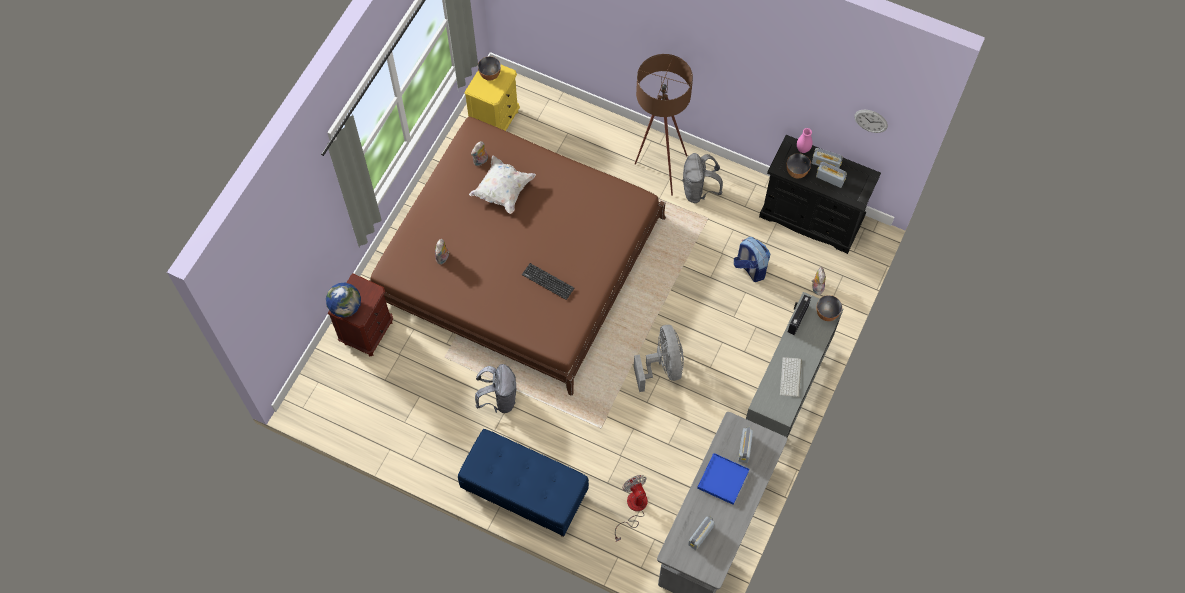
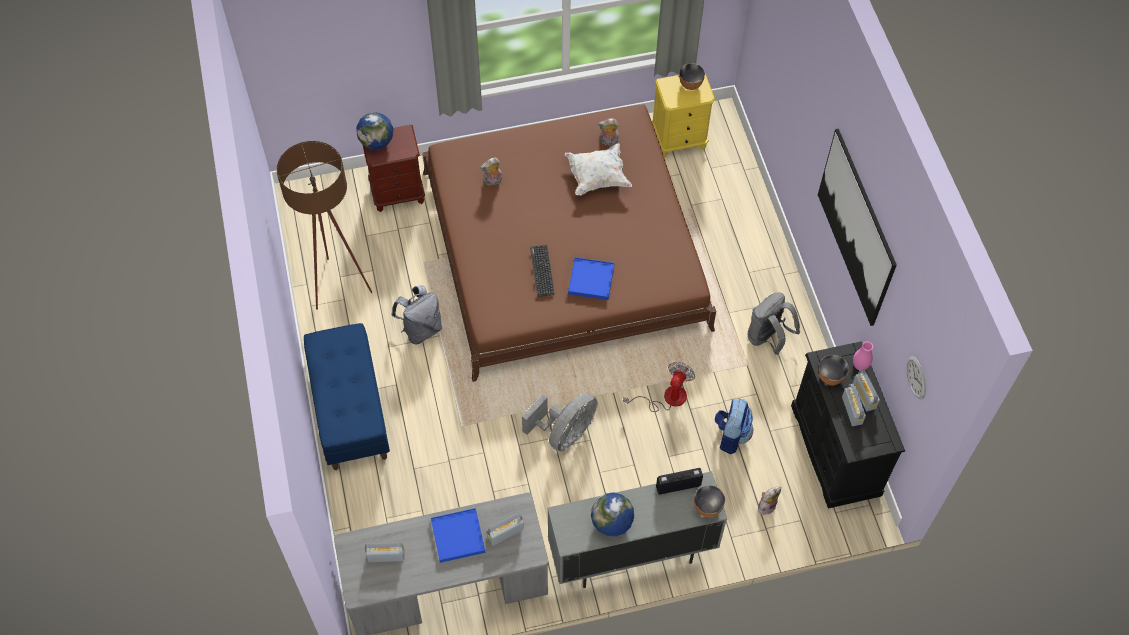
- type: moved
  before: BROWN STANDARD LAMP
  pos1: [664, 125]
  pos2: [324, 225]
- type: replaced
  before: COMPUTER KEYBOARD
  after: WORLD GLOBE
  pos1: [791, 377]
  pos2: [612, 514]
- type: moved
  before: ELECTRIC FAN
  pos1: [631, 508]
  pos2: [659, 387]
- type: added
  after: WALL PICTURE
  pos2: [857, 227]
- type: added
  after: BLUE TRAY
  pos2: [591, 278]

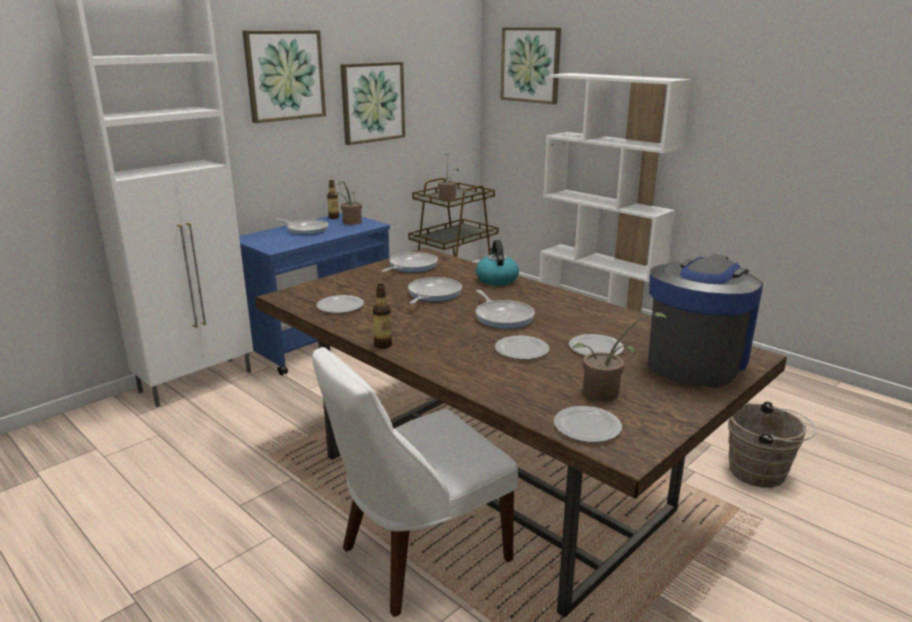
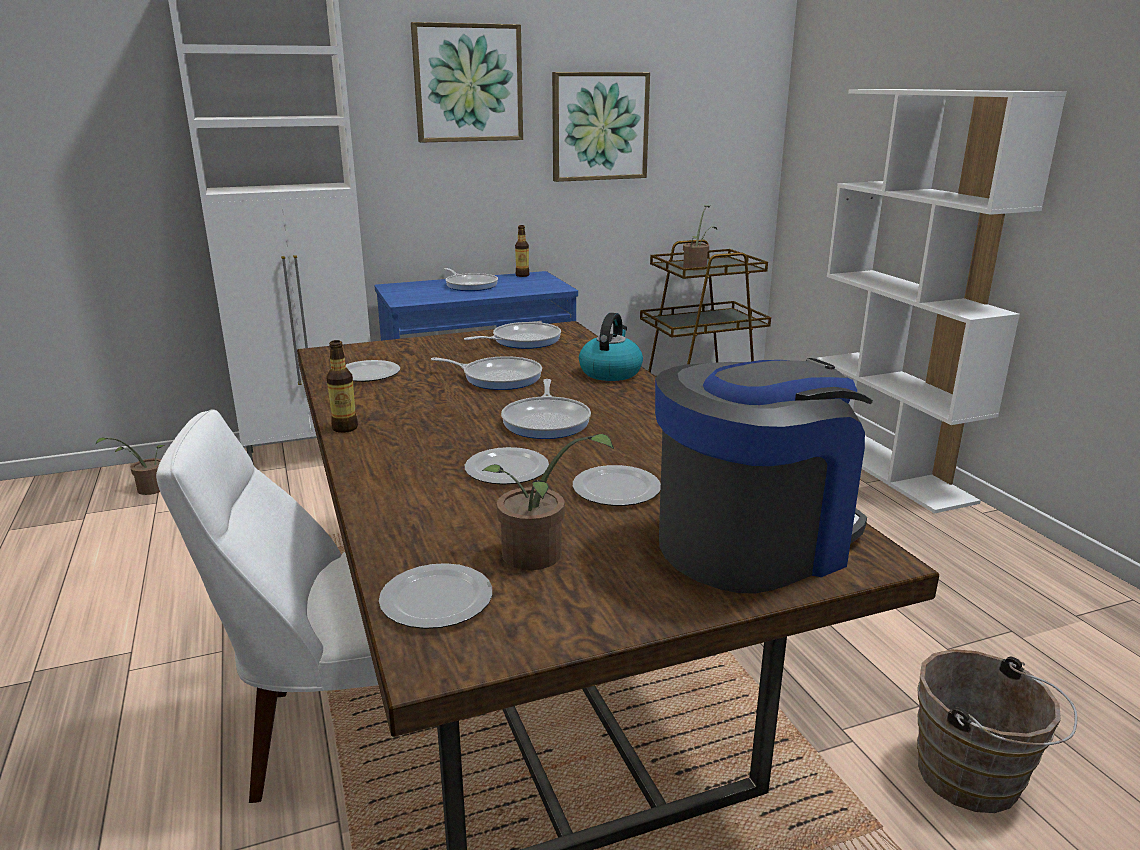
- type: removed
  before: WALL PICTURE
  pos1: [530, 66]
- type: moved
  before: PLANT IN A POT
  pos1: [348, 203]
  pos2: [130, 466]
- type: turned
  before: FRYING PAN
  pos1: [435, 290]
  pos2: [486, 373]
  turn: 60

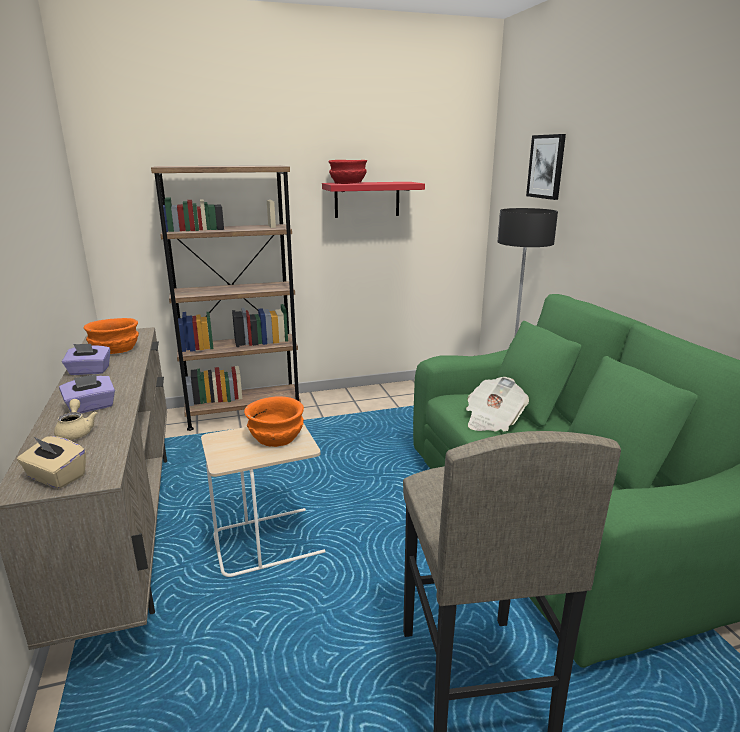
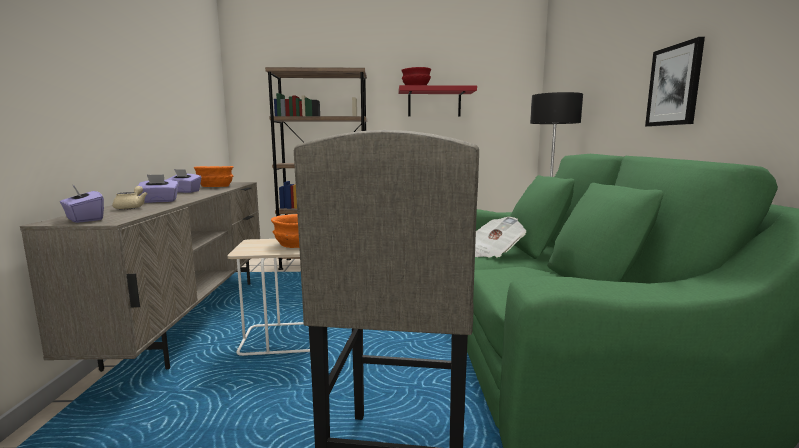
- type: moved
  before: WALL PICTURE
  pos1: [546, 167]
  pos2: [675, 82]
- type: recoloured
  before: SAND-COLOURED TISSUE HOLDER
  after: PURPLE-COLOURED TISSUE HOLDER
  pos1: [51, 462]
  pos2: [82, 204]

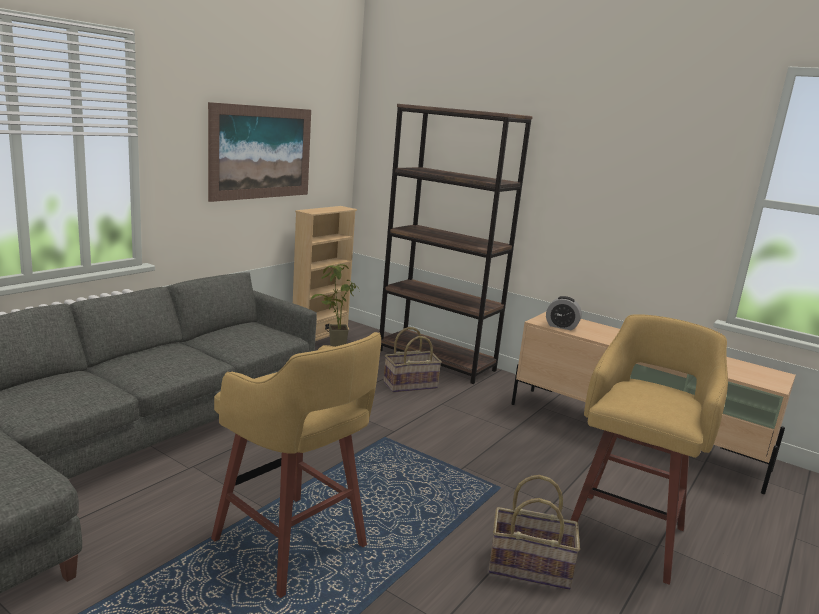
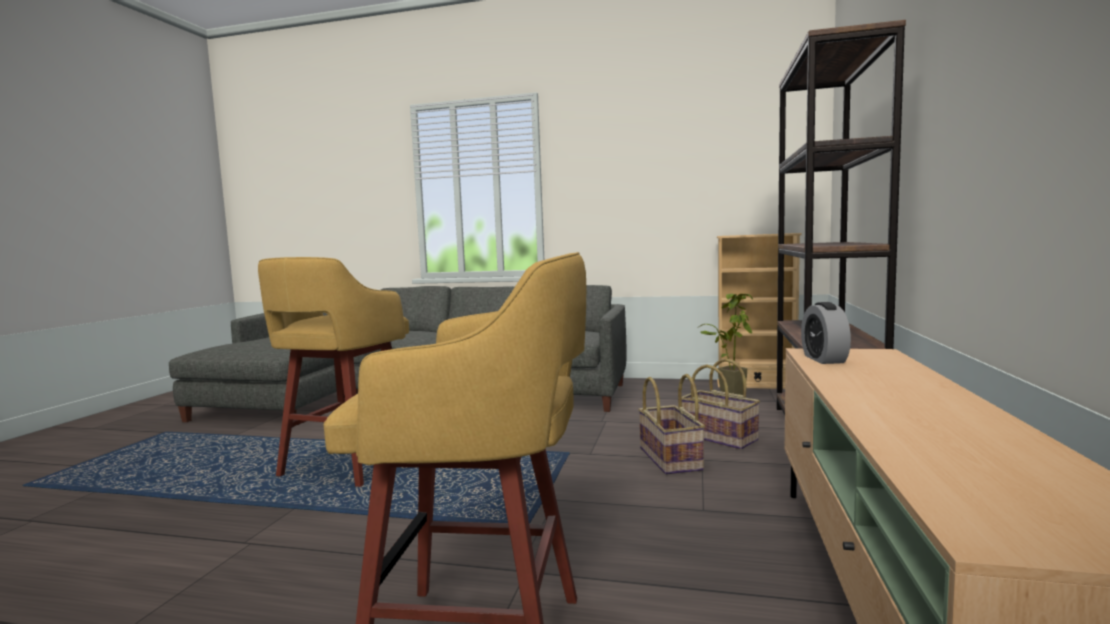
- type: removed
  before: WALL PICTURE
  pos1: [259, 152]
- type: moved
  before: STORAGE BASKET
  pos1: [534, 532]
  pos2: [671, 424]

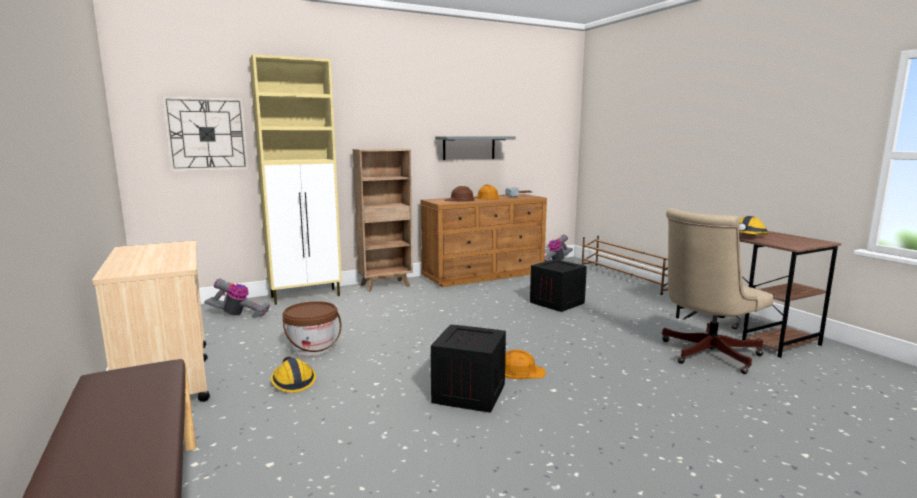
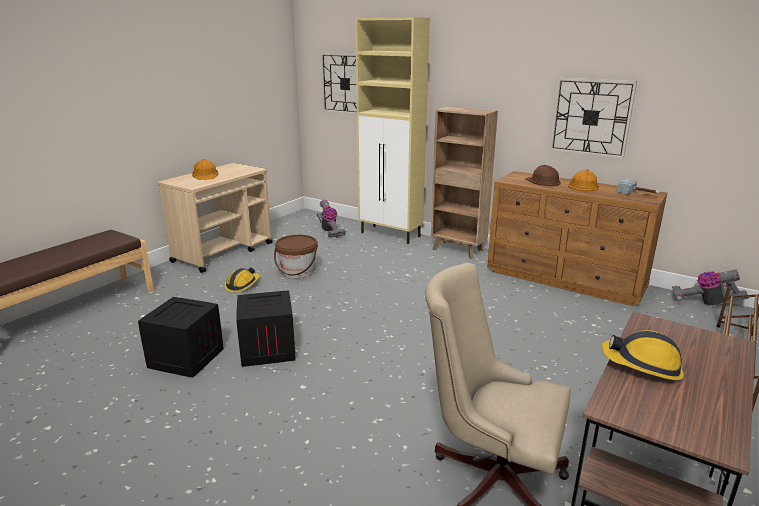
- type: replaced
  before: GRAY SHELF
  after: HANGING CLOCK
  pos1: [475, 148]
  pos2: [593, 118]
- type: moved
  before: SHIPPING CRATE
  pos1: [558, 285]
  pos2: [181, 337]
- type: moved
  before: ORANGE WORK HELMET
  pos1: [525, 364]
  pos2: [205, 169]

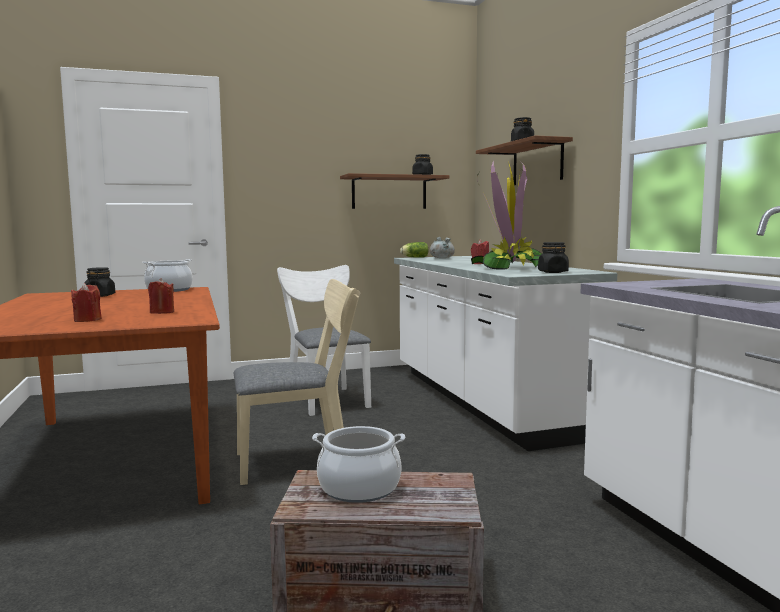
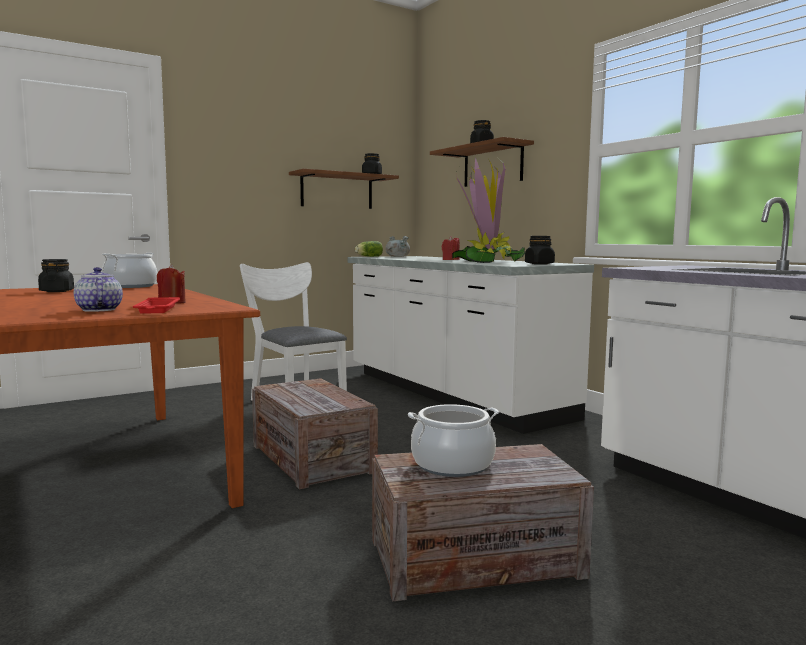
- type: replaced
  before: SAND-COLOURED PLAIN CHAIR
  after: SHIPPING CRATE
  pos1: [297, 382]
  pos2: [315, 434]
- type: replaced
  before: REDDISH WAX LIGHT
  after: TEA POT
  pos1: [86, 302]
  pos2: [98, 289]
- type: added
  after: REDDISH TRAY
  pos2: [156, 305]

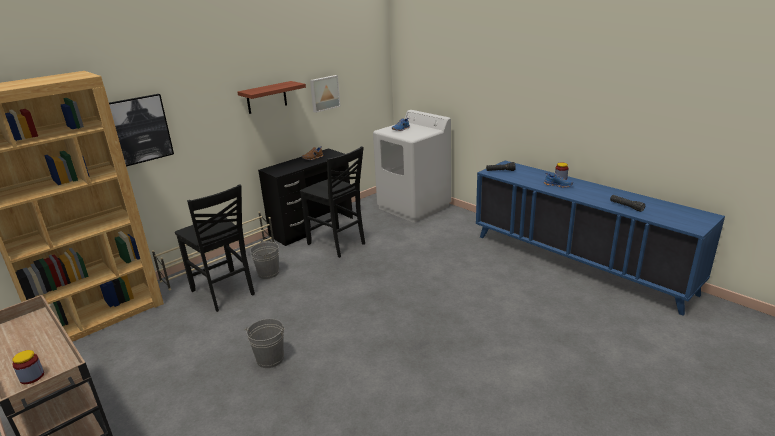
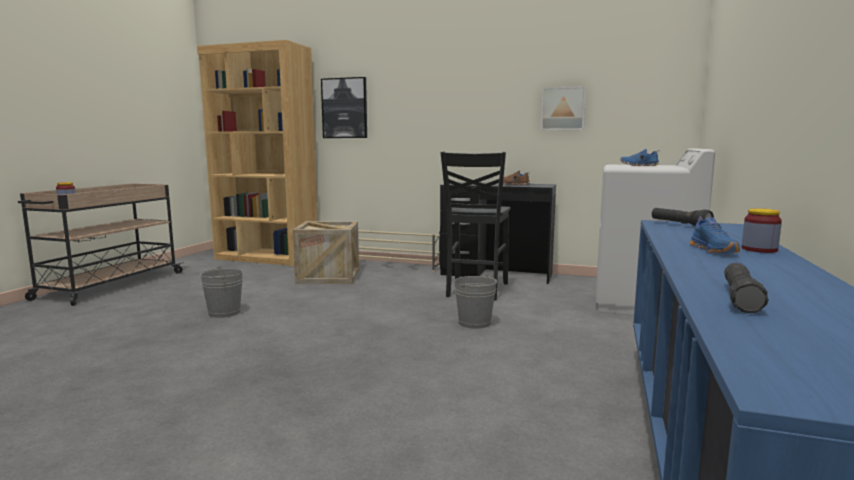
- type: removed
  before: SHELF
  pos1: [271, 97]
- type: replaced
  before: BLACK PLAIN CHAIR
  after: SHIPPING CRATE
  pos1: [215, 248]
  pos2: [325, 252]
- type: moved
  before: GRAY PAIL
  pos1: [264, 259]
  pos2: [475, 301]

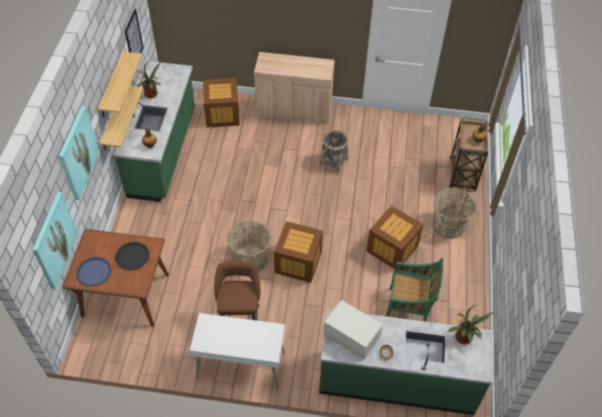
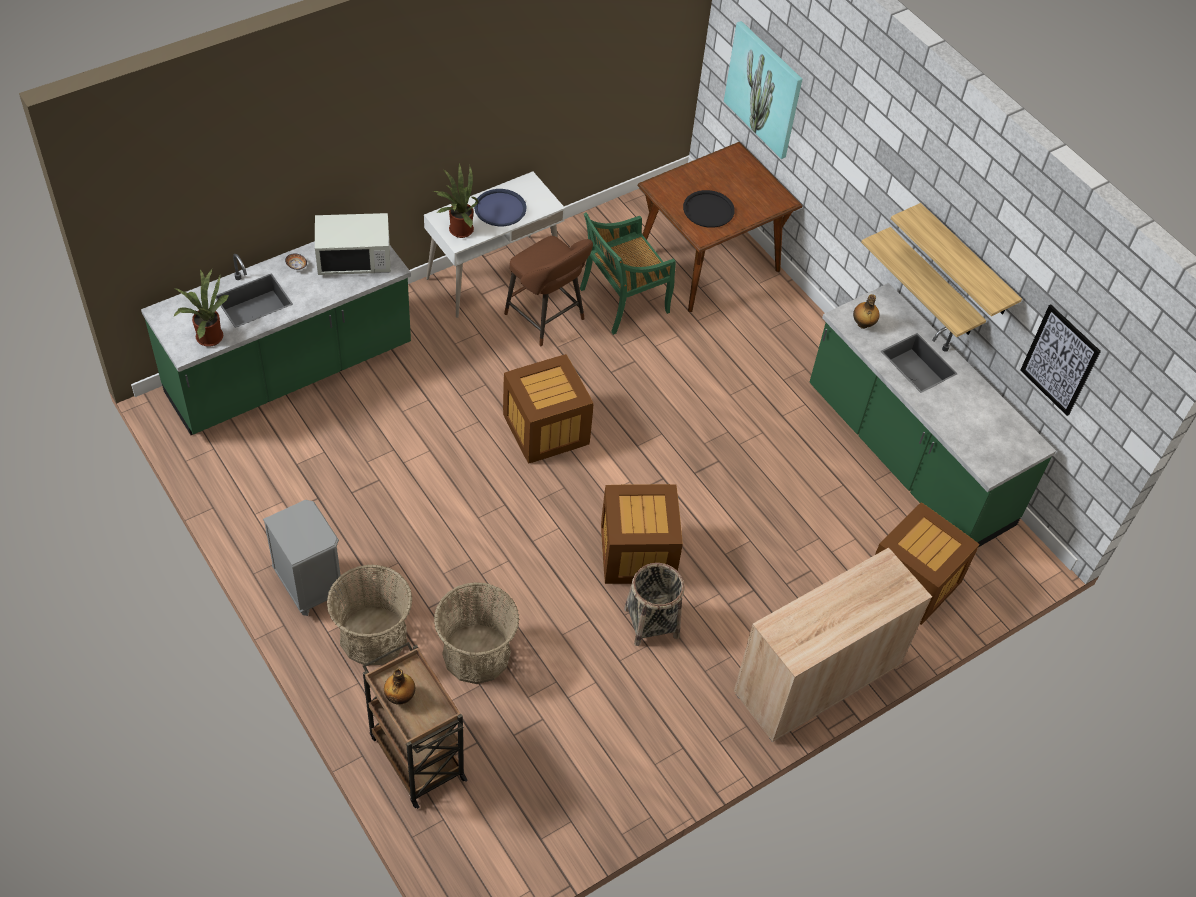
- type: moved
  before: PLANT IN A POT
  pos1: [149, 79]
  pos2: [455, 200]
- type: removed
  before: WALL PICTURE
  pos1: [79, 153]
- type: moved
  before: SHIPPING CRATE
  pos1: [394, 237]
  pos2: [642, 534]
- type: moved
  before: STORAGE BASKET
  pos1: [249, 246]
  pos2: [476, 633]
- type: moved
  before: BLUE TRAY
  pos1: [93, 271]
  pos2: [500, 207]
- type: moved
  before: GREEN-COLOURED PLAIN CHAIR
  pos1: [415, 290]
  pos2: [628, 273]
- type: added
  after: GRAY NIGHT TABLE
  pos2: [303, 558]

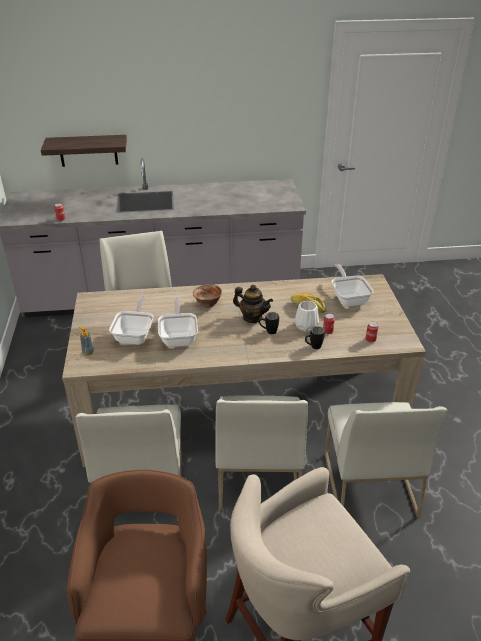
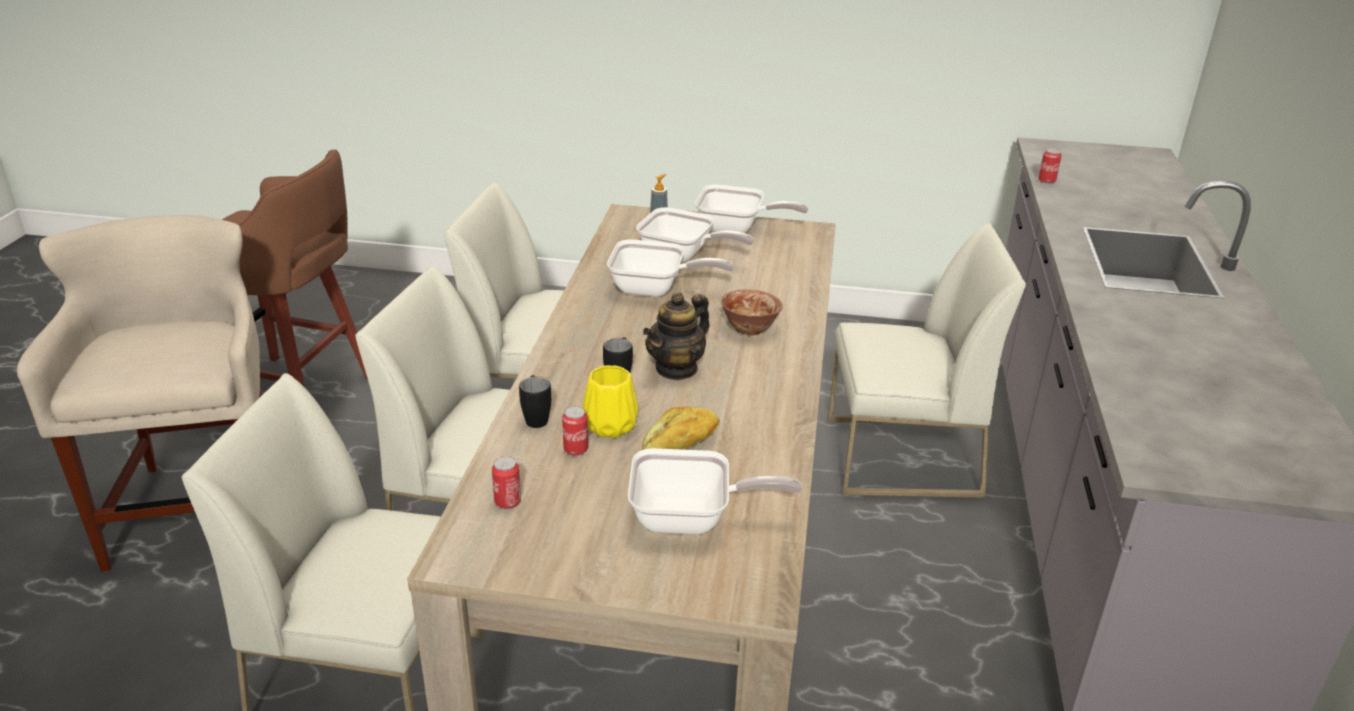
- type: removed
  before: SHELF
  pos1: [84, 151]
- type: recoloured
  before: WHITE VASE
  after: YELLOWISH VASE
  pos1: [307, 316]
  pos2: [610, 401]
- type: added
  after: FRYING PAN
  pos2: [751, 208]

